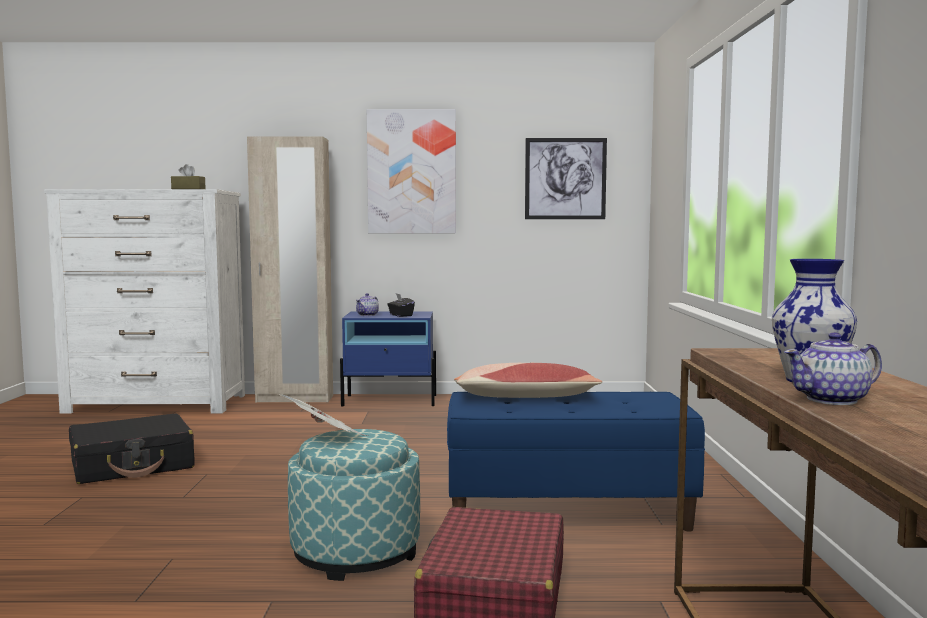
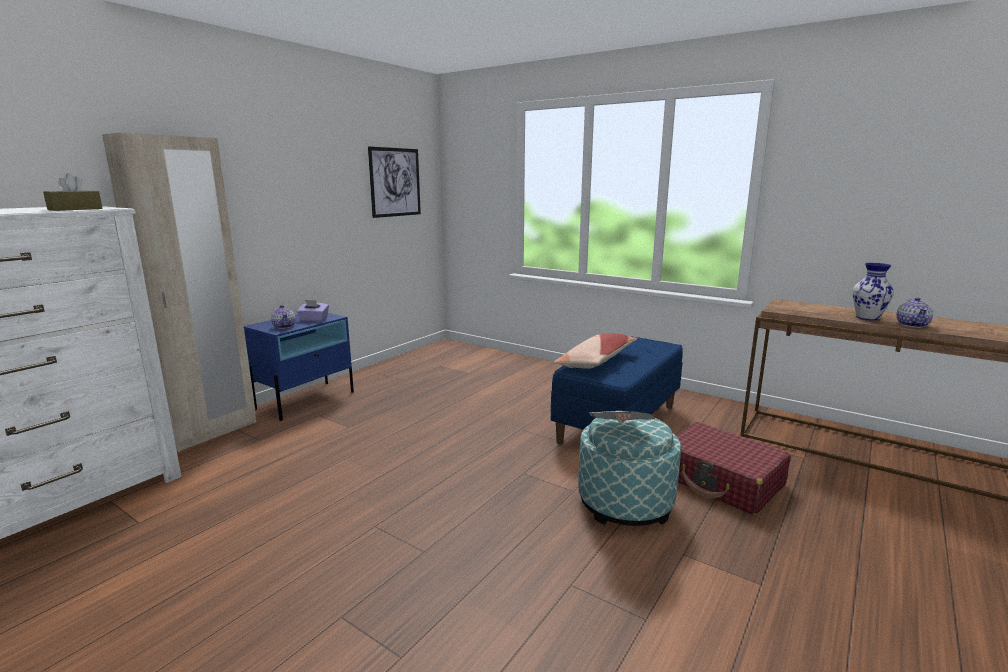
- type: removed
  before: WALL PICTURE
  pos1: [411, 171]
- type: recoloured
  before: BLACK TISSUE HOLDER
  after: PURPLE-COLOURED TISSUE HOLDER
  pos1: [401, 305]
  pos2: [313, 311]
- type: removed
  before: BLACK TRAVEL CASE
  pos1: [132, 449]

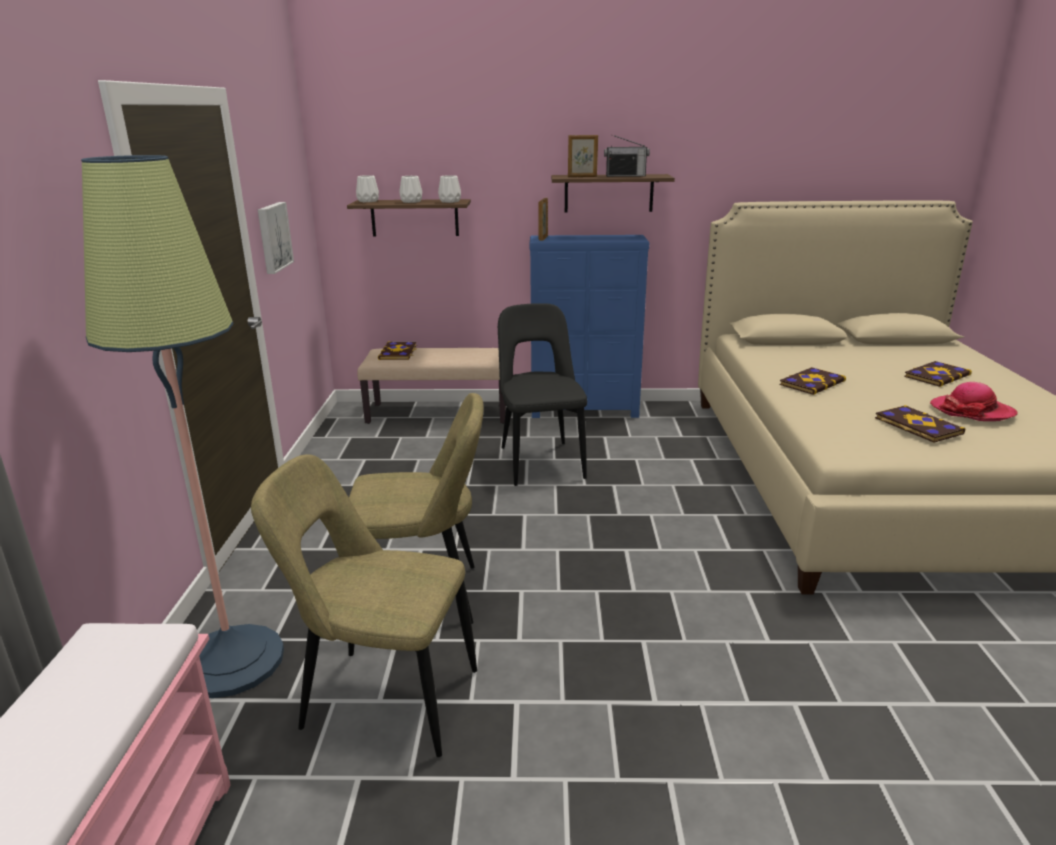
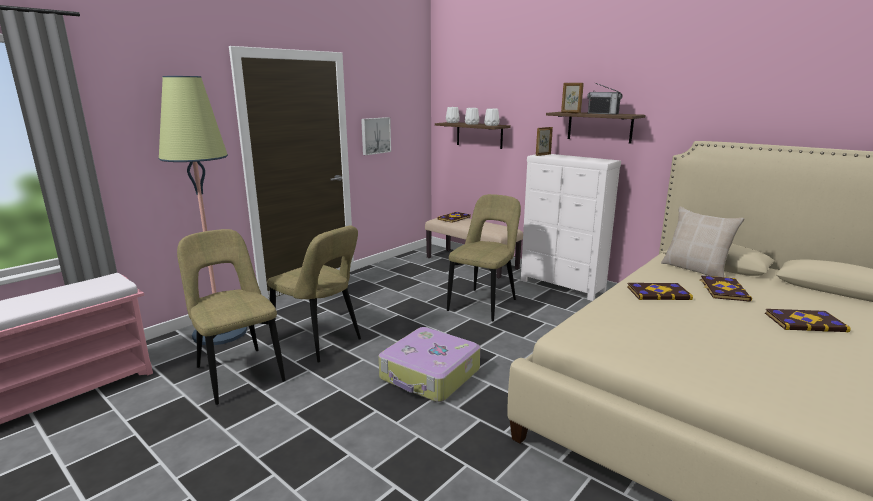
- type: recoloured
  before: BLUE DRAWER CHEST
  after: WHITE DRAWER CHEST
  pos1: [589, 326]
  pos2: [571, 227]
- type: recoloured
  before: BLACK PLAIN CHAIR
  after: SAND-COLOURED PLAIN CHAIR
  pos1: [542, 394]
  pos2: [484, 257]
- type: removed
  before: CLOTHING HAT
  pos1: [974, 401]
- type: moved
  before: VOLUME
  pos1: [920, 424]
  pos2: [725, 289]
- type: added
  after: SAND-COLOURED PILLOW
  pos2: [702, 241]
- type: added
  after: TRAVEL CASE
  pos2: [429, 364]

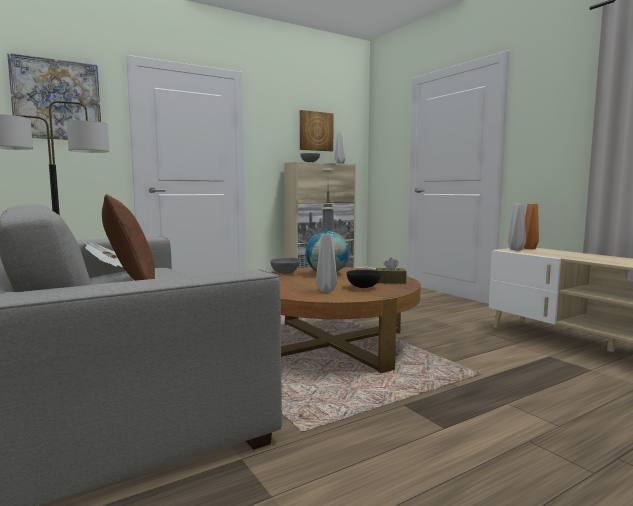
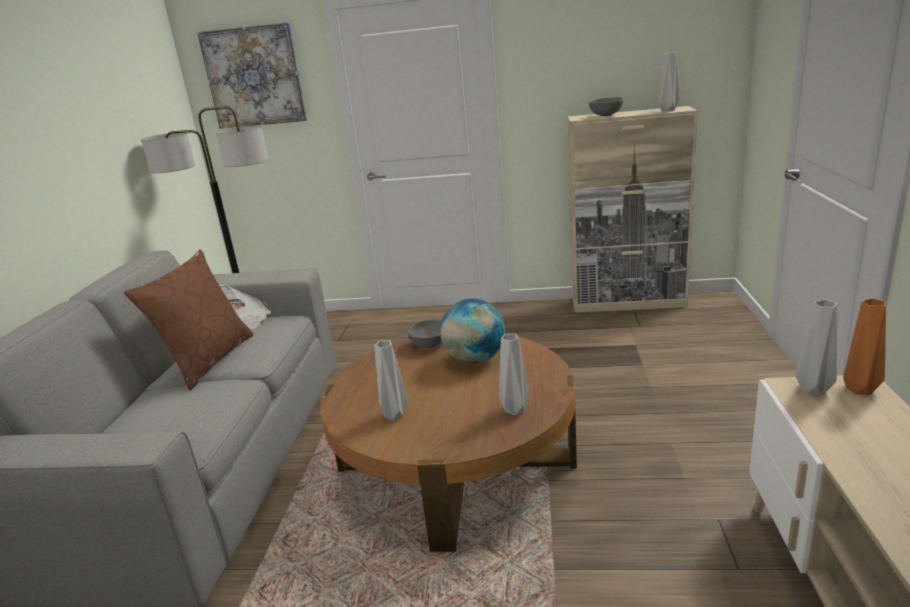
- type: removed
  before: WALL PICTURE
  pos1: [317, 130]
- type: replaced
  before: BROWN TISSUE HOLDER
  after: GRAY VASE
  pos1: [391, 270]
  pos2: [514, 374]
- type: removed
  before: BLACK SERVING BOWL
  pos1: [364, 279]

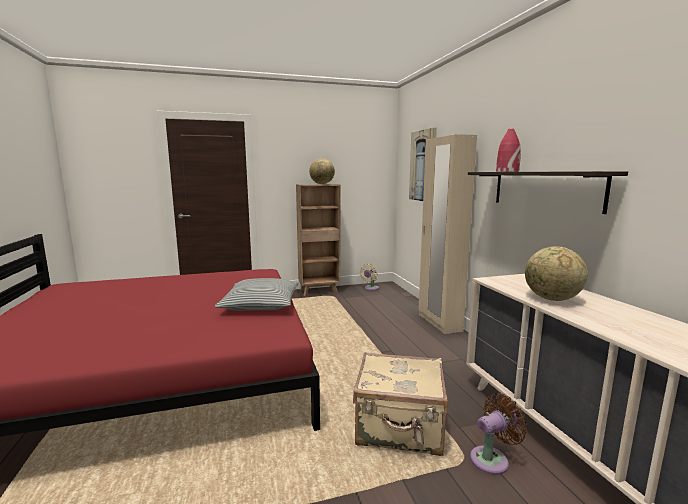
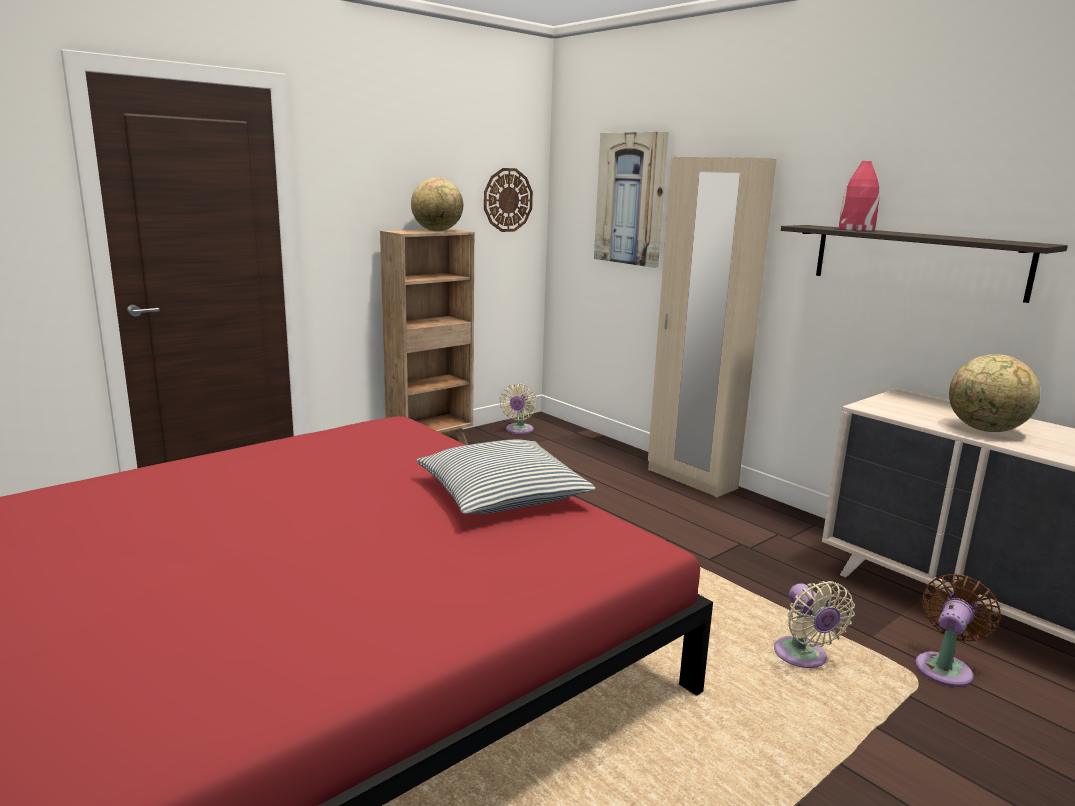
- type: replaced
  before: SAND-COLOURED TRAVEL CASE
  after: SAND-COLOURED ELECTRIC FAN
  pos1: [400, 404]
  pos2: [814, 624]
- type: added
  after: HANGING CLOCK
  pos2: [508, 200]

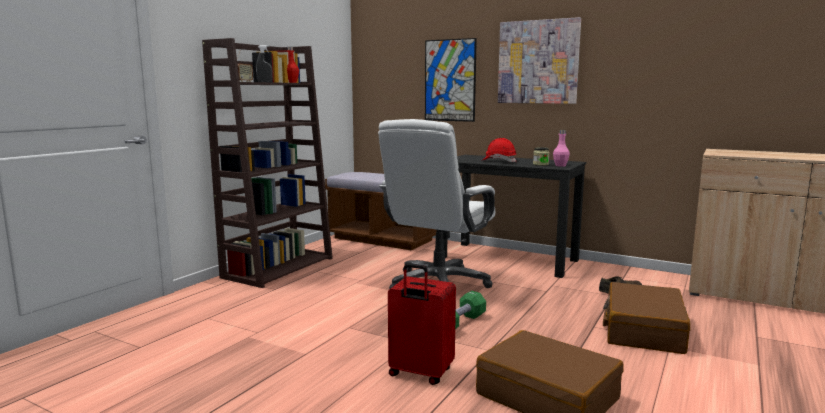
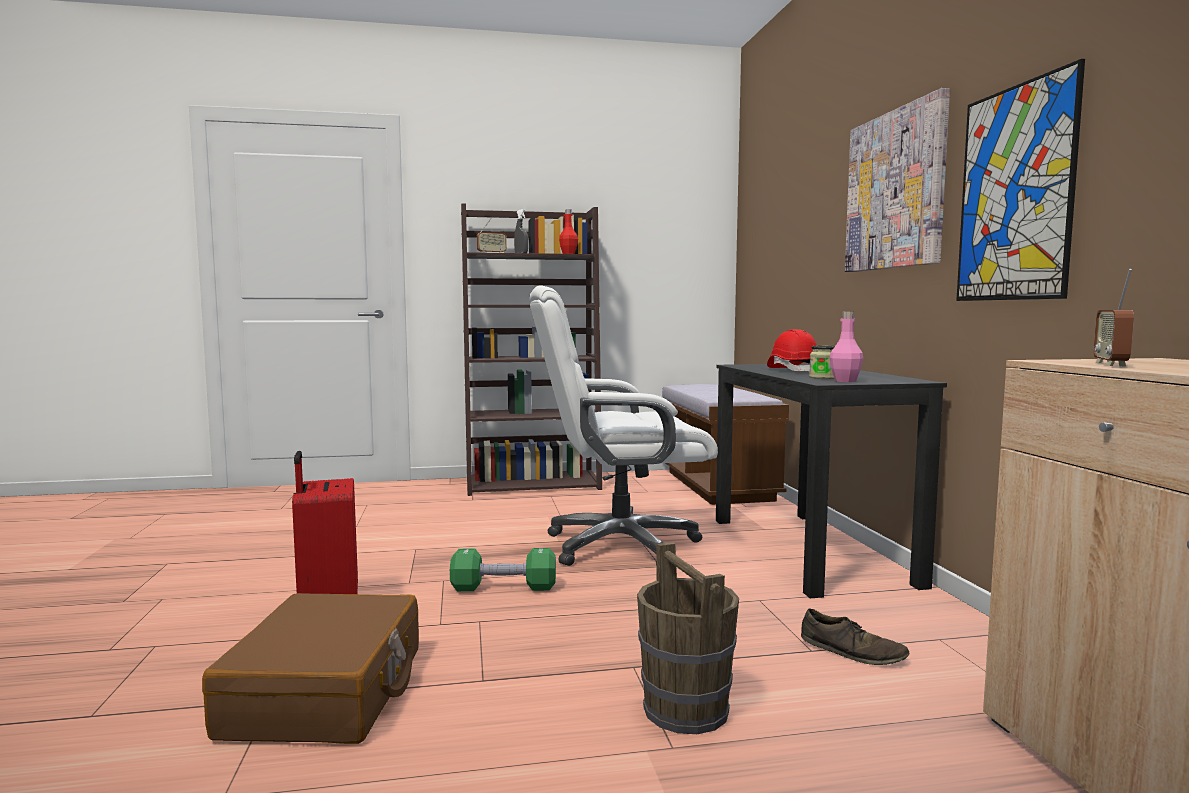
- type: moved
  before: WALL PICTURE
  pos1: [451, 80]
  pos2: [1020, 180]
- type: replaced
  before: BROWN TRAVEL CASE
  after: BROWN PAIL
  pos1: [647, 318]
  pos2: [688, 638]
- type: added
  after: RADIO RECEIVER
  pos2: [1114, 317]

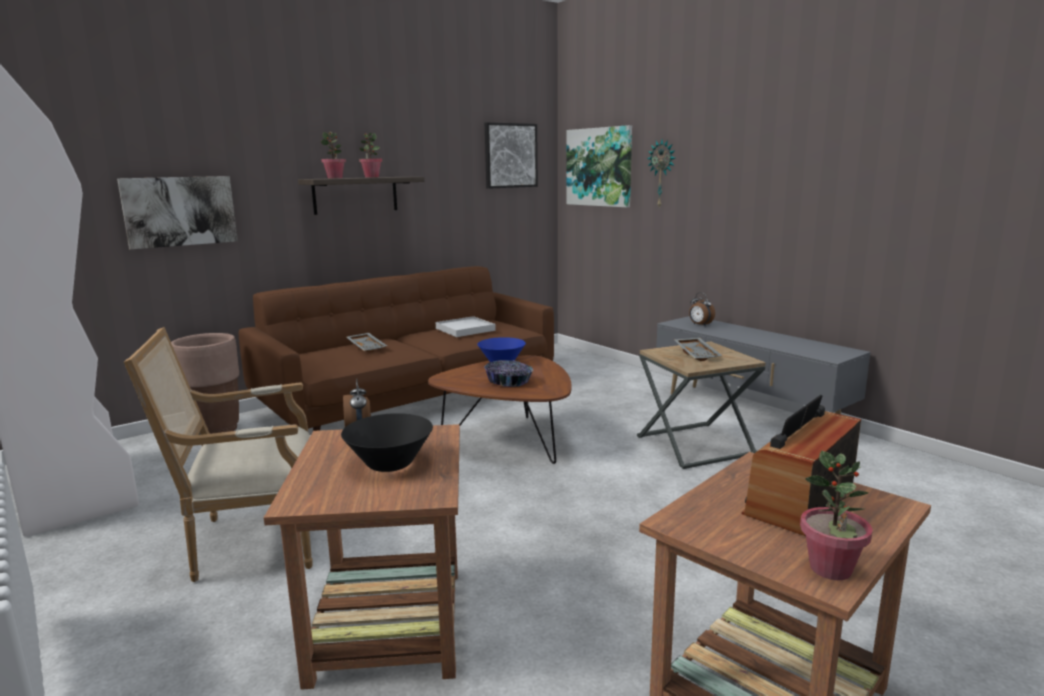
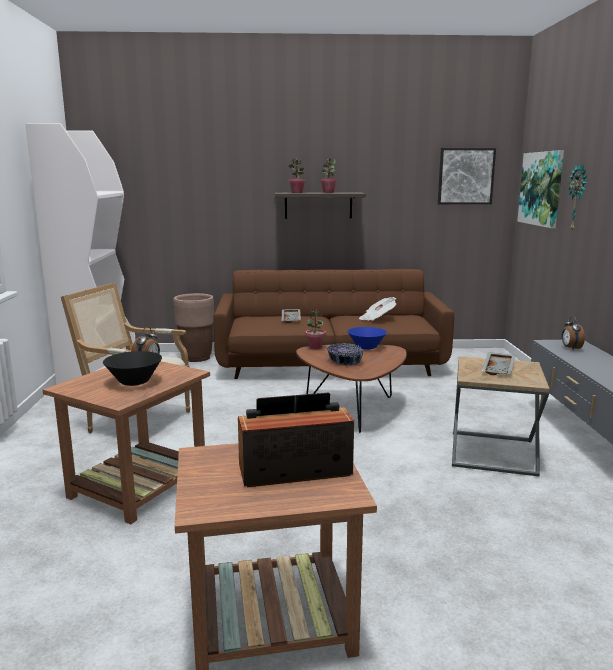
- type: removed
  before: WALL PICTURE
  pos1: [177, 212]
- type: replaced
  before: WHITE TRAY
  after: NEWSPAPER
  pos1: [466, 326]
  pos2: [377, 309]
- type: moved
  before: PLANT IN A POT
  pos1: [836, 515]
  pos2: [315, 329]

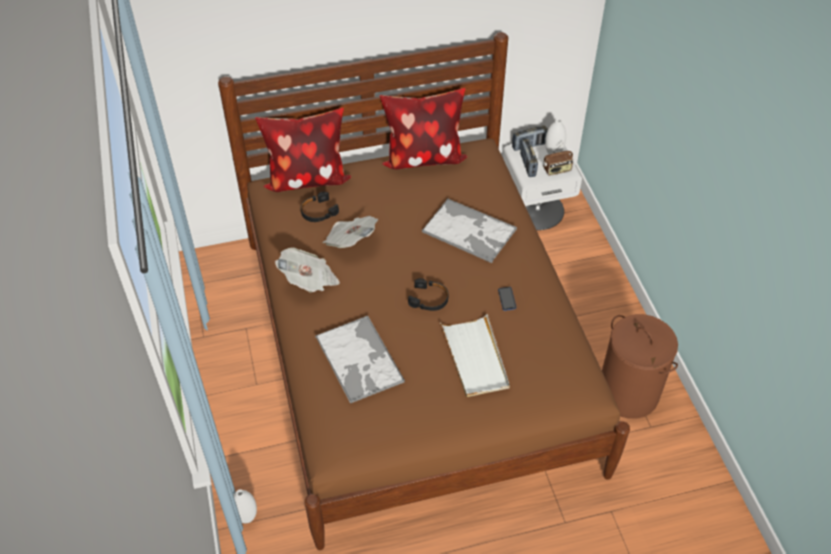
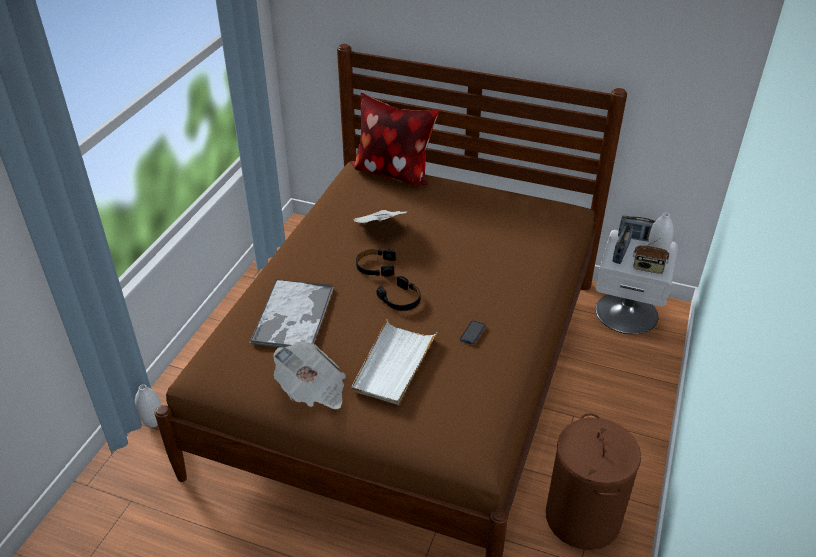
- type: removed
  before: PILLOW
  pos1: [423, 129]
- type: moved
  before: BLACK HEADSET
  pos1: [320, 207]
  pos2: [376, 263]
- type: removed
  before: TRAY
  pos1: [469, 230]
- type: moved
  before: NEWSPAPER
  pos1: [307, 270]
  pos2: [309, 375]

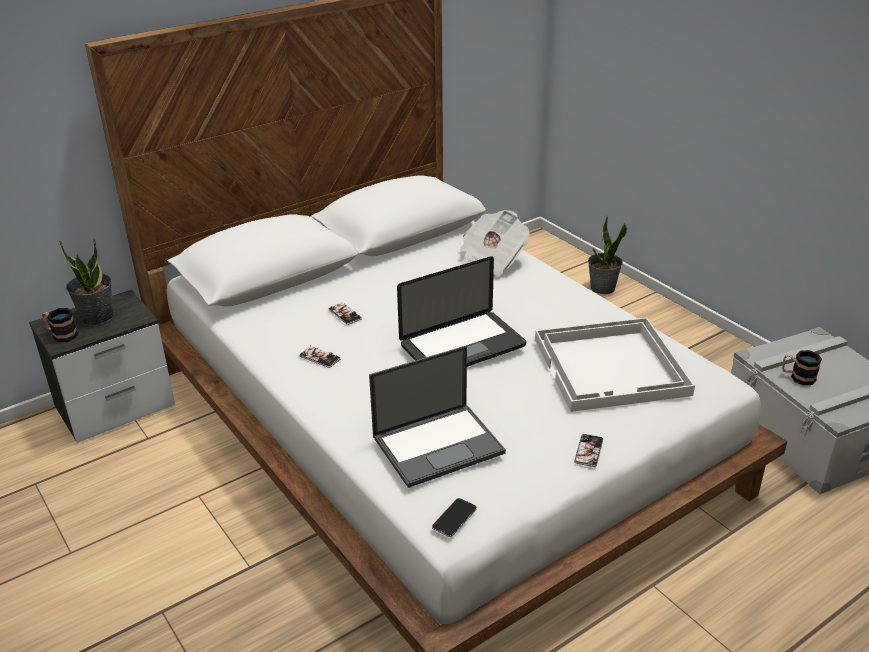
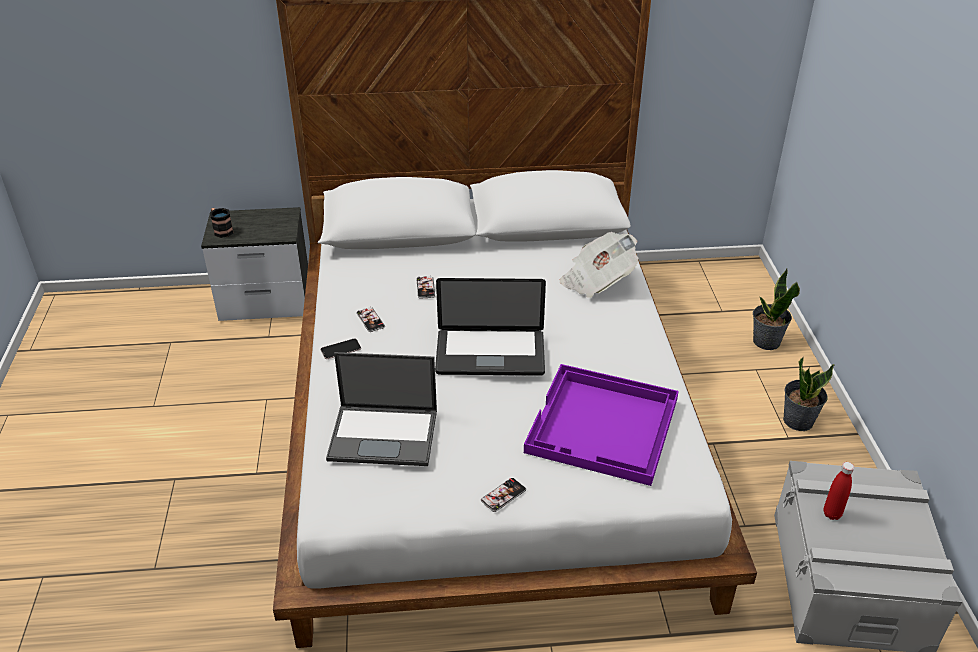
- type: moved
  before: PLANT IN A POT
  pos1: [86, 282]
  pos2: [809, 394]
- type: recoloured
  before: WHITE TRAY
  after: PURPLE-COLOURED TRAY
  pos1: [615, 365]
  pos2: [601, 425]
- type: replaced
  before: COFFEE MUG
  after: REDDISH BOTTLE
  pos1: [802, 367]
  pos2: [838, 491]
- type: moved
  before: PHONE
  pos1: [454, 517]
  pos2: [341, 348]

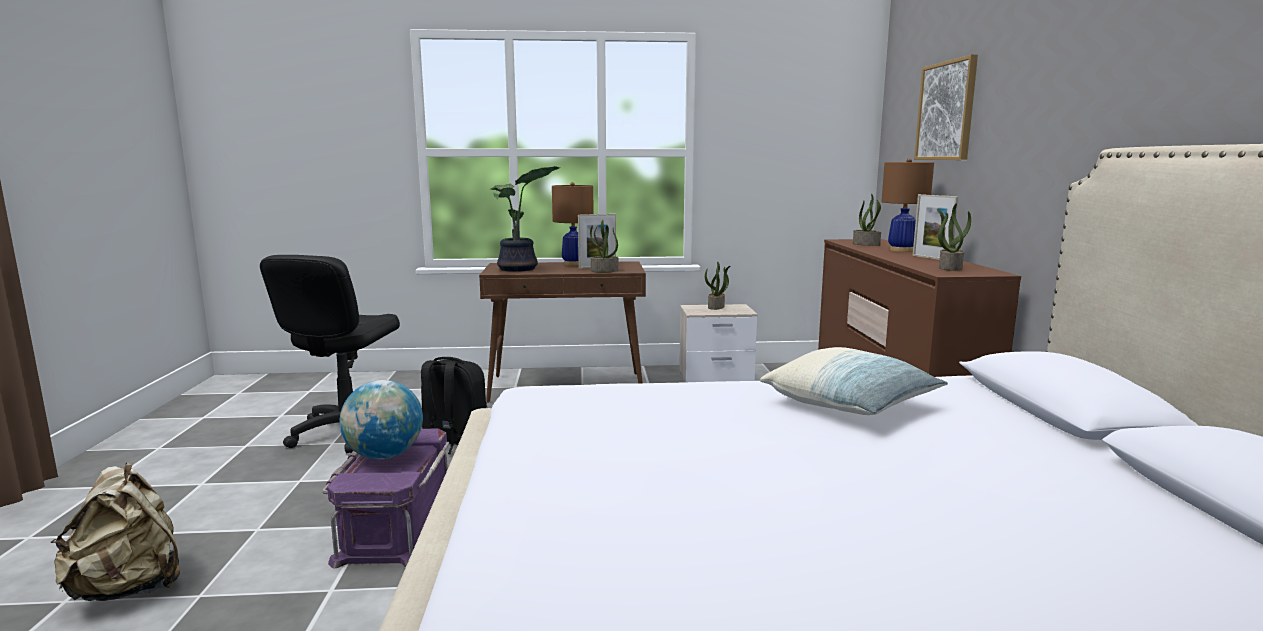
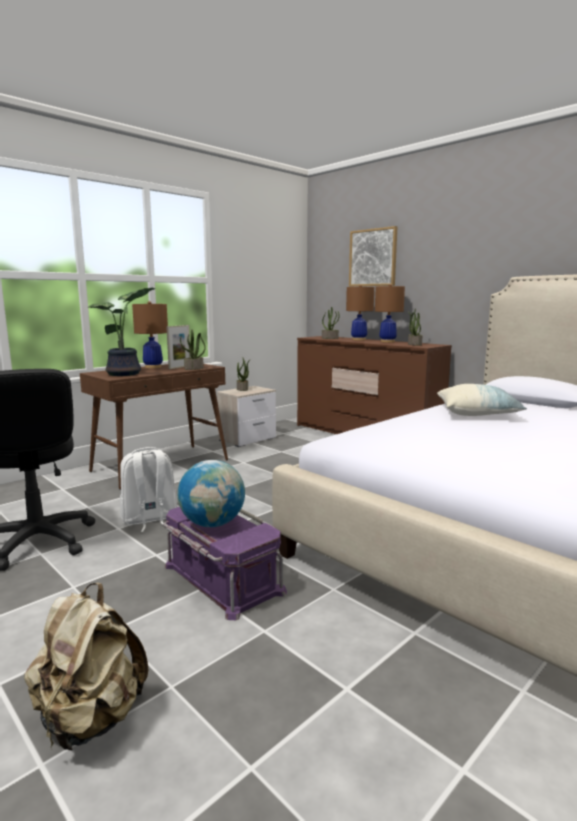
- type: replaced
  before: PHOTO FRAME
  after: BROWN TABLETOP LAMP
  pos1: [935, 227]
  pos2: [390, 313]
- type: recoloured
  before: BLACK BACKPACK
  after: WHITE BACKPACK
  pos1: [454, 405]
  pos2: [148, 489]

